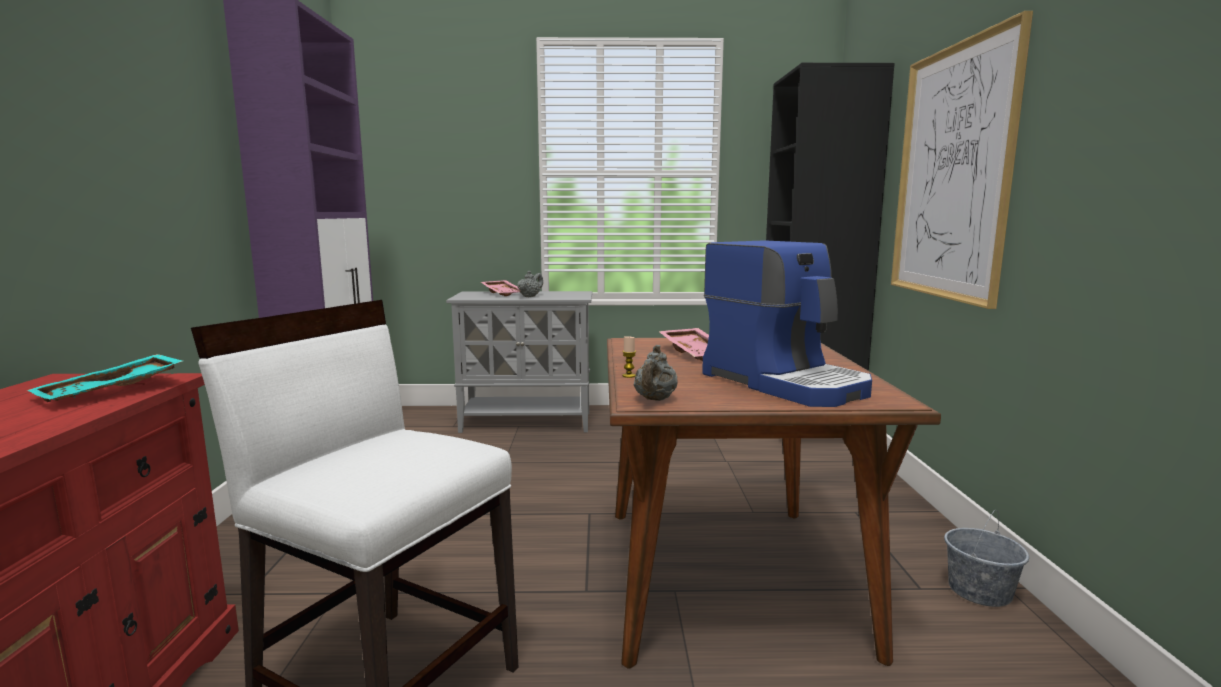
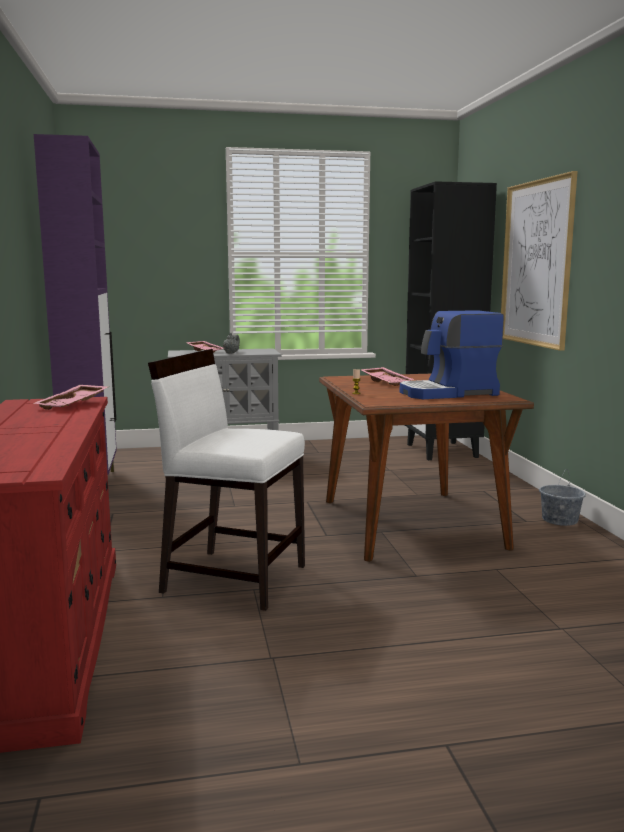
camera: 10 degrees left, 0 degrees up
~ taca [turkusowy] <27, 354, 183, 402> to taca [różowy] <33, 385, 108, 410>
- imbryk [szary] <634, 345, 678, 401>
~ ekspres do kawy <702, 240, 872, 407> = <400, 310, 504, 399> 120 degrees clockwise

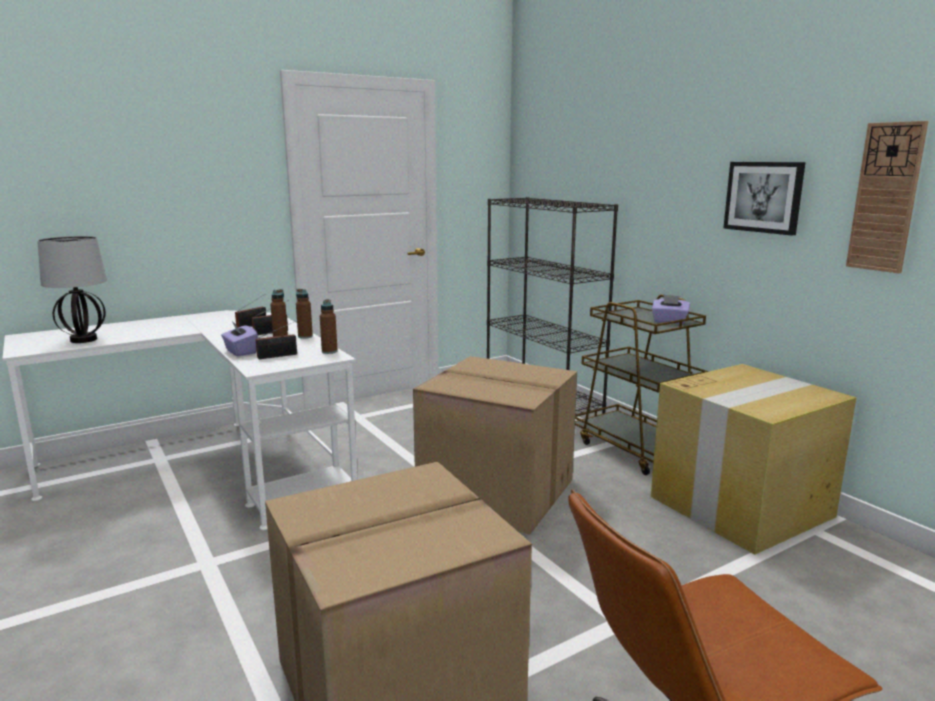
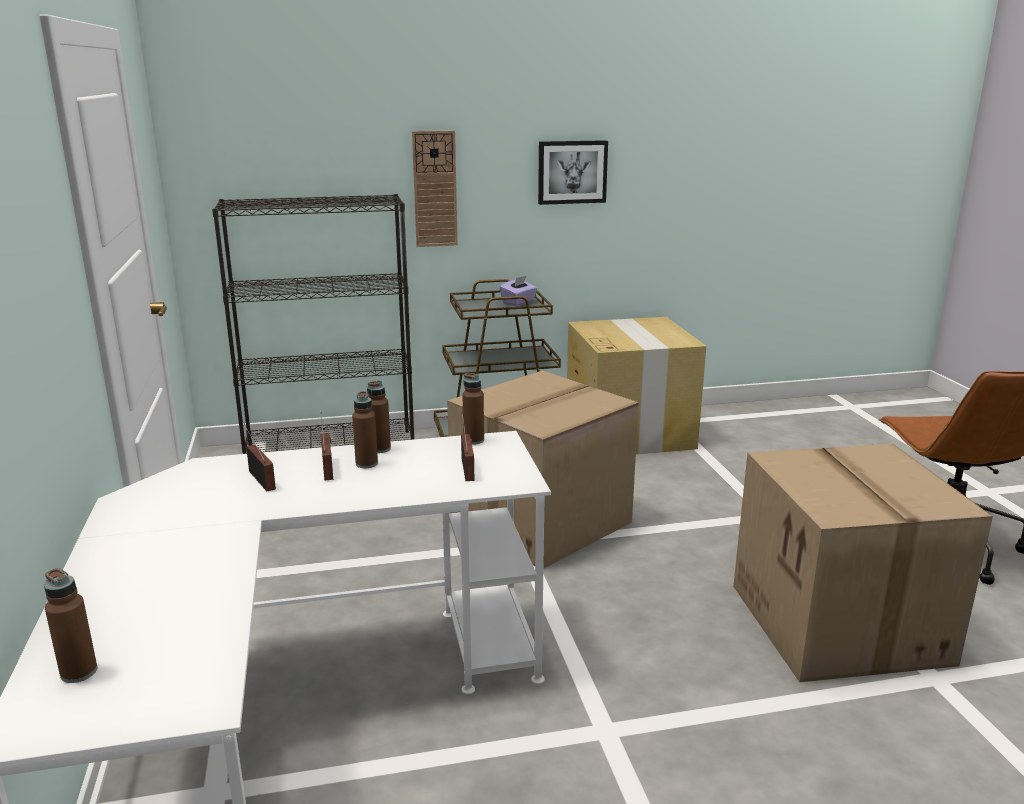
camera: 70 degrees left, 5 degrees up
- lampa stołowa <37, 236, 107, 343>
- pudełko chusteczek [fioletowy] <221, 320, 258, 356>
~ zegar ścienny <846, 121, 929, 273> to <412, 130, 458, 247>
+ butelka [brązowy] <44, 568, 97, 683>

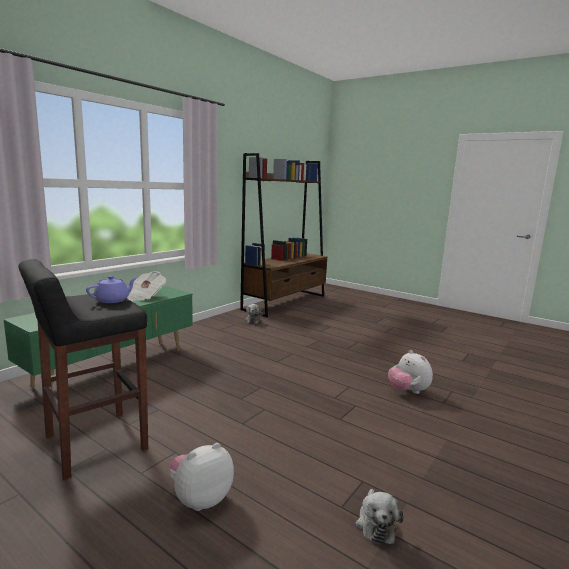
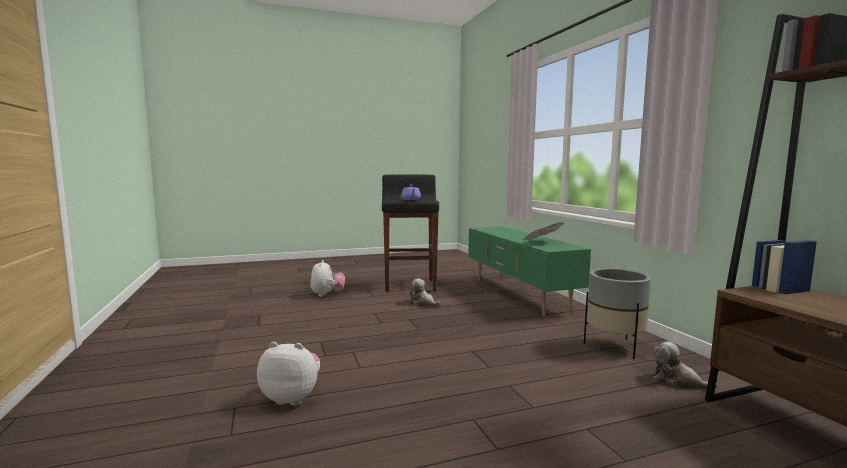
camera: 125 degrees right, 5 degrees down
~ pluszak <355, 489, 403, 544> to <408, 279, 441, 307>
+ donica [szary] <584, 268, 651, 359>

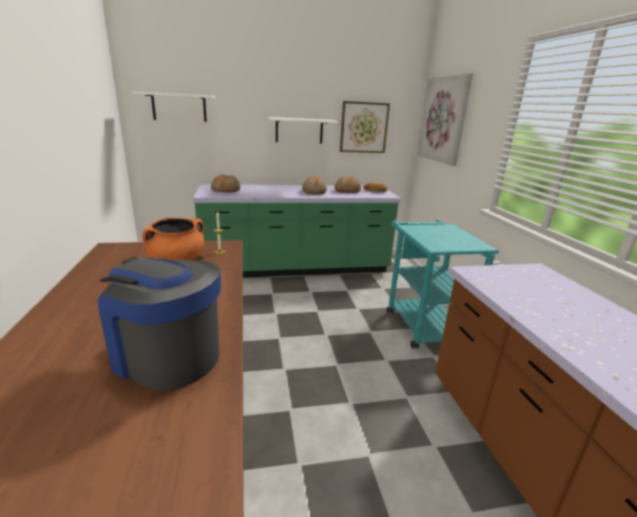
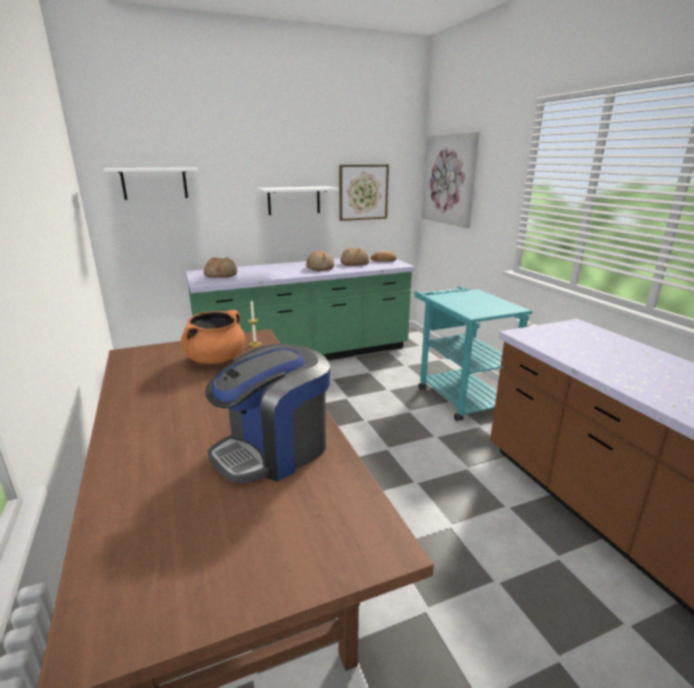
camera: 10 degrees left, 0 degrees up
~ ekspres do kawy <98, 257, 221, 391> = <205, 344, 330, 483> 60 degrees counterclockwise

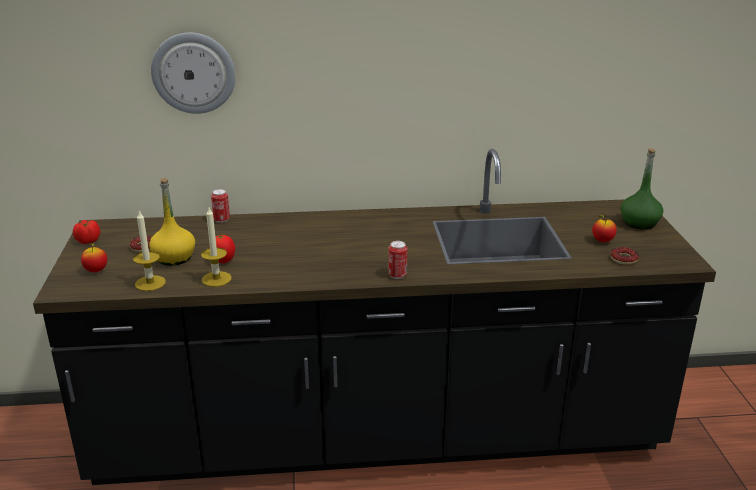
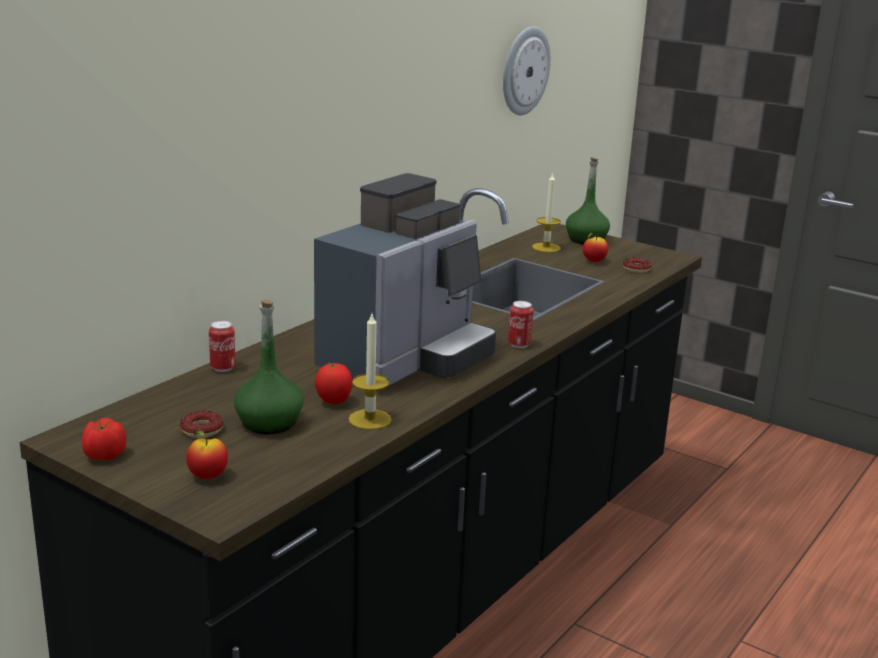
camera: 50 degrees left, 5 degrees down
~ świeca <133, 210, 166, 291> to <532, 172, 561, 252>
~ butelka [żółty] <149, 178, 195, 266> to butelka [zielony] <234, 299, 304, 434>
~ zegar ścienny <151, 33, 236, 114> to <503, 26, 551, 115>
+ ekspres do kawy <314, 173, 496, 386>

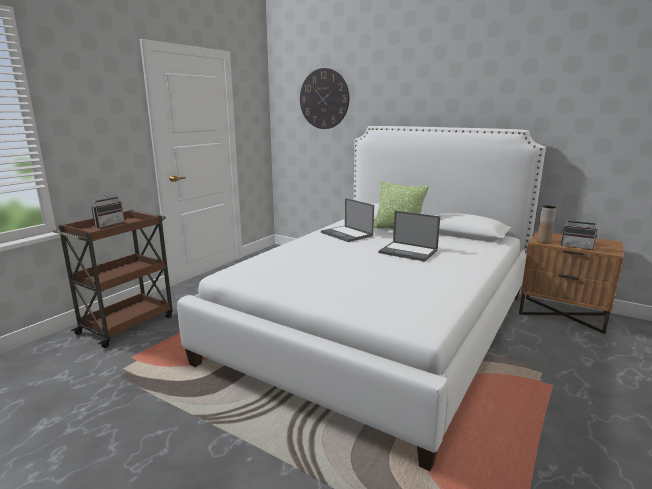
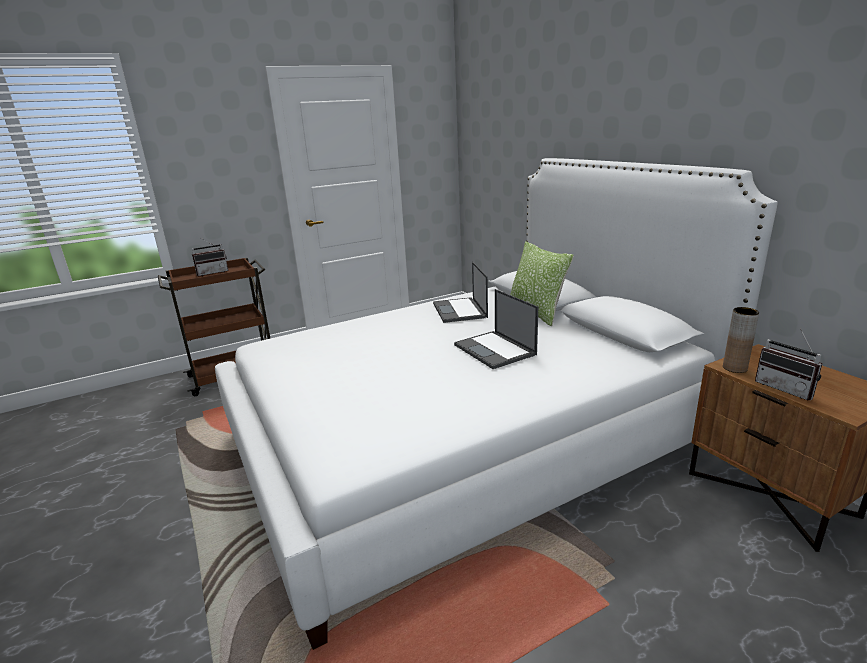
camera: 30 degrees right, 5 degrees up
- zegar ścienny <300, 68, 349, 129>

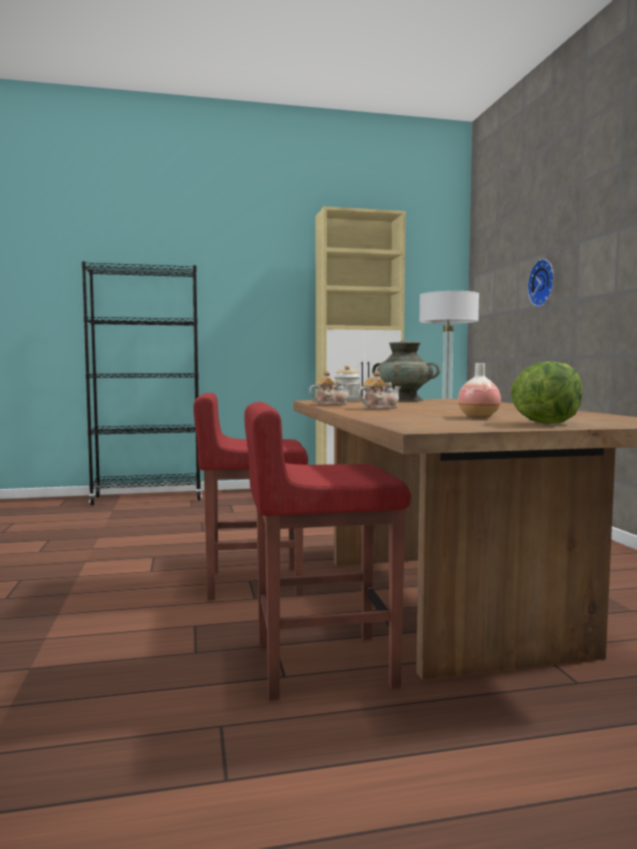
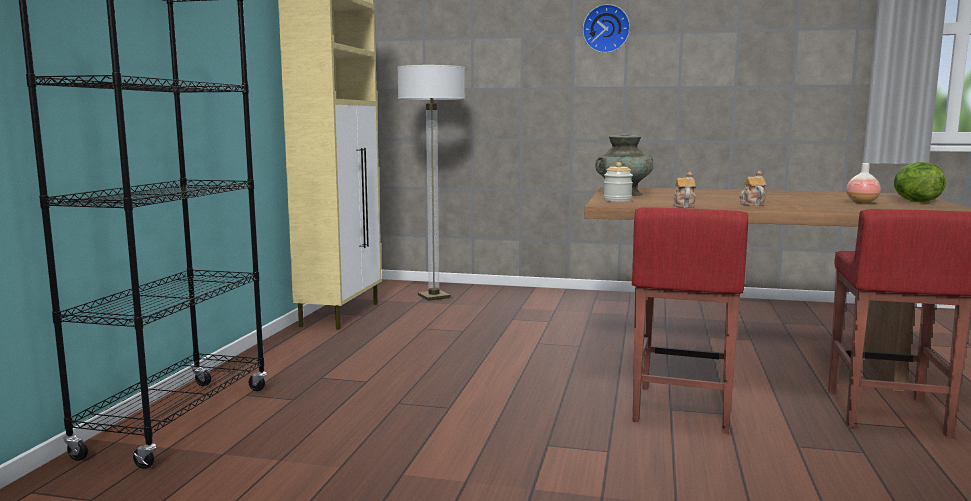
camera: 65 degrees left, 5 degrees up
~ zegar ścienny <527, 259, 554, 307> to <582, 4, 630, 53>

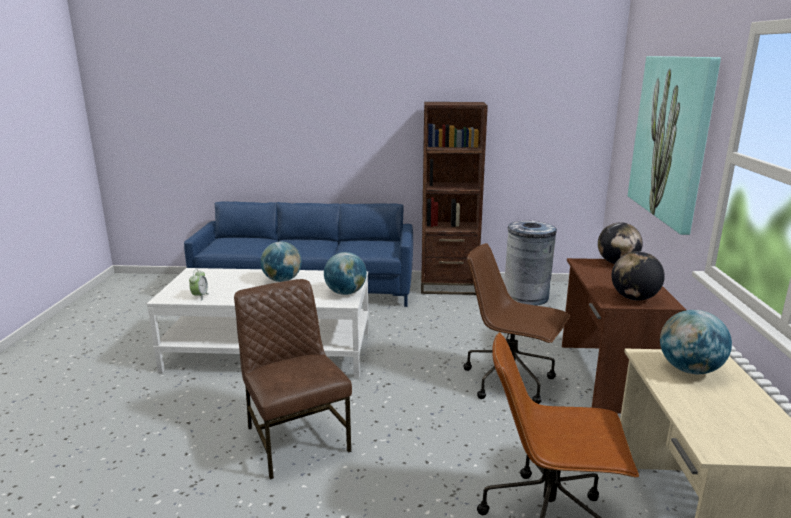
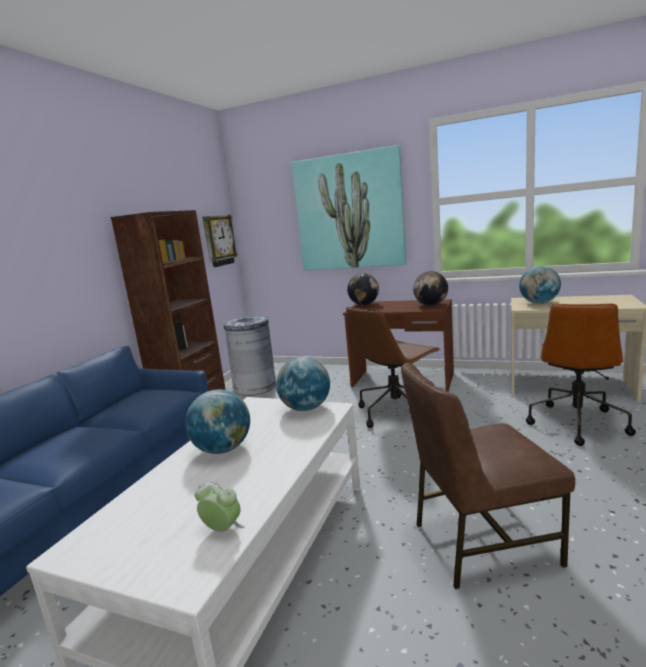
camera: 70 degrees left, 5 degrees down
+ zegar ścienny <202, 215, 238, 267>

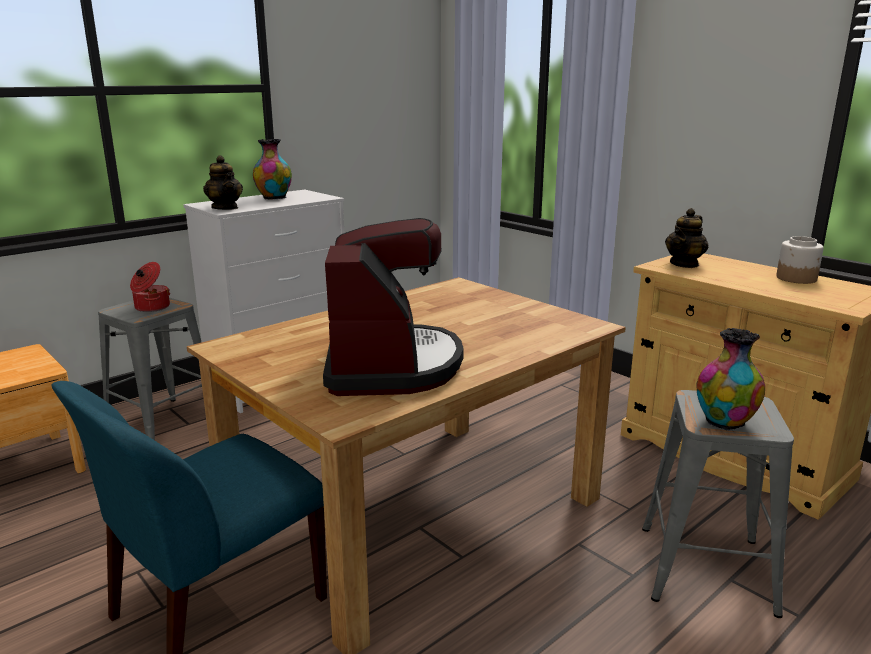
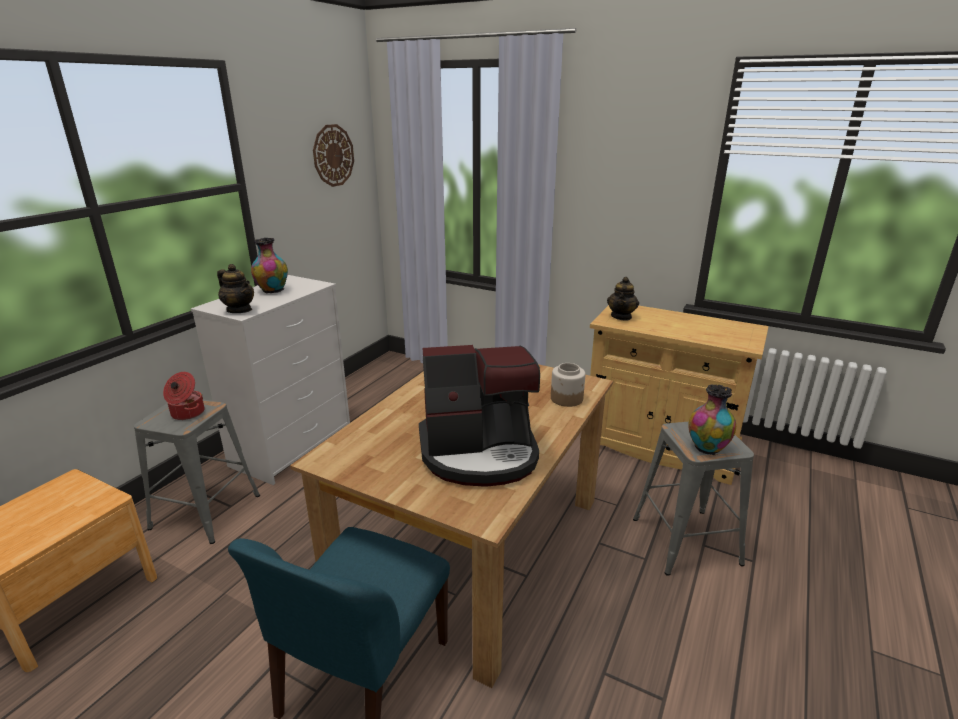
camera: 20 degrees left, 5 degrees up
~ ekspres do kawy <323, 218, 464, 396> = <419, 345, 540, 487> 105 degrees clockwise
~ słoik <776, 236, 824, 284> to <551, 363, 585, 407>
+ zegar ścienny <313, 124, 354, 187>

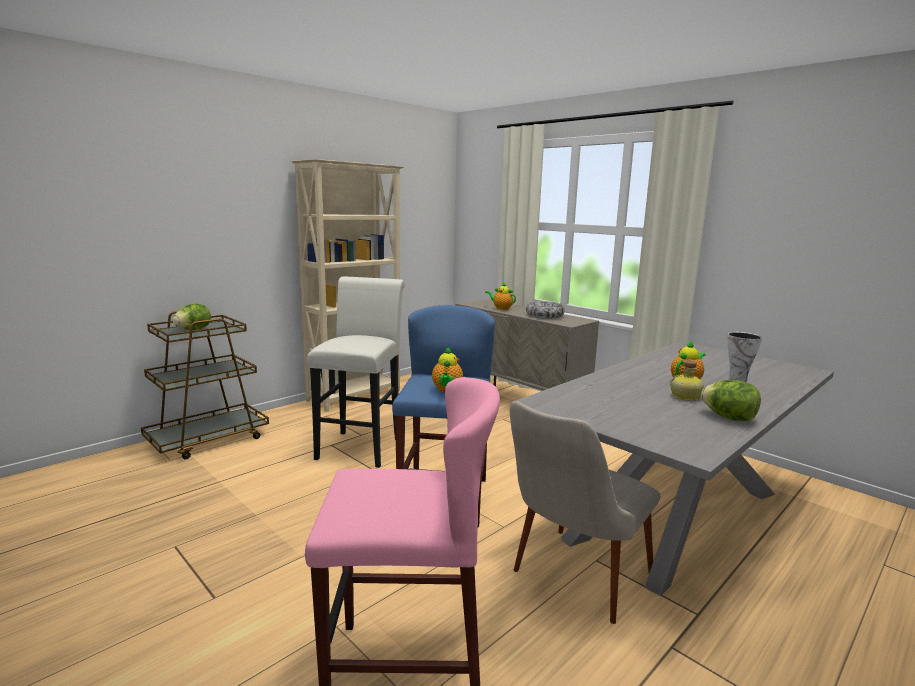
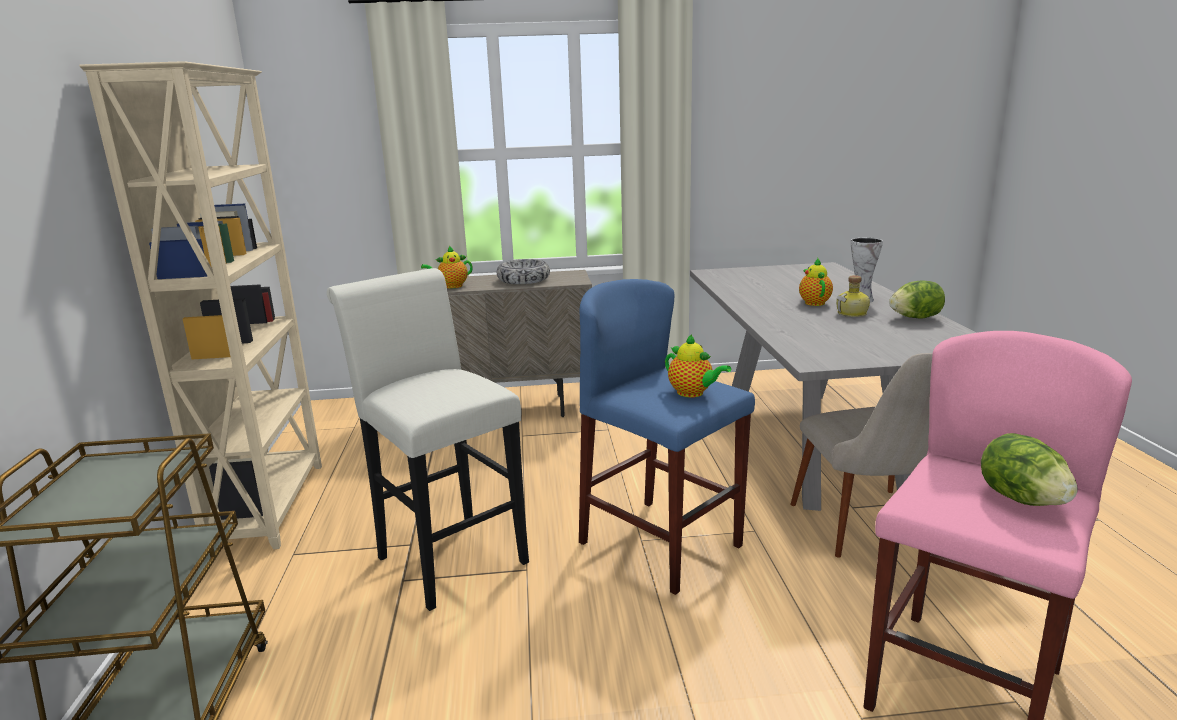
camera: 50 degrees left, 5 degrees up
~ sałata <172, 304, 211, 330> to <981, 433, 1078, 506>

